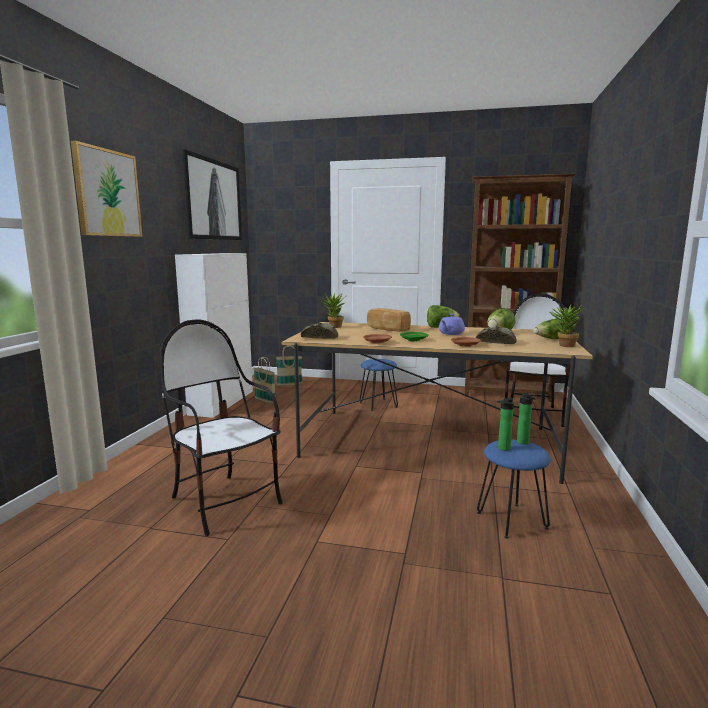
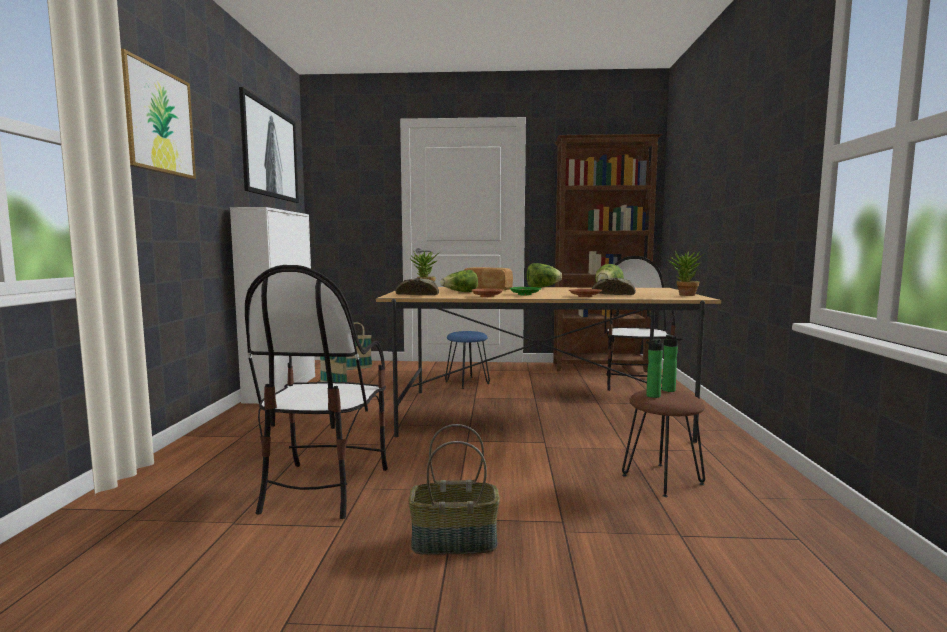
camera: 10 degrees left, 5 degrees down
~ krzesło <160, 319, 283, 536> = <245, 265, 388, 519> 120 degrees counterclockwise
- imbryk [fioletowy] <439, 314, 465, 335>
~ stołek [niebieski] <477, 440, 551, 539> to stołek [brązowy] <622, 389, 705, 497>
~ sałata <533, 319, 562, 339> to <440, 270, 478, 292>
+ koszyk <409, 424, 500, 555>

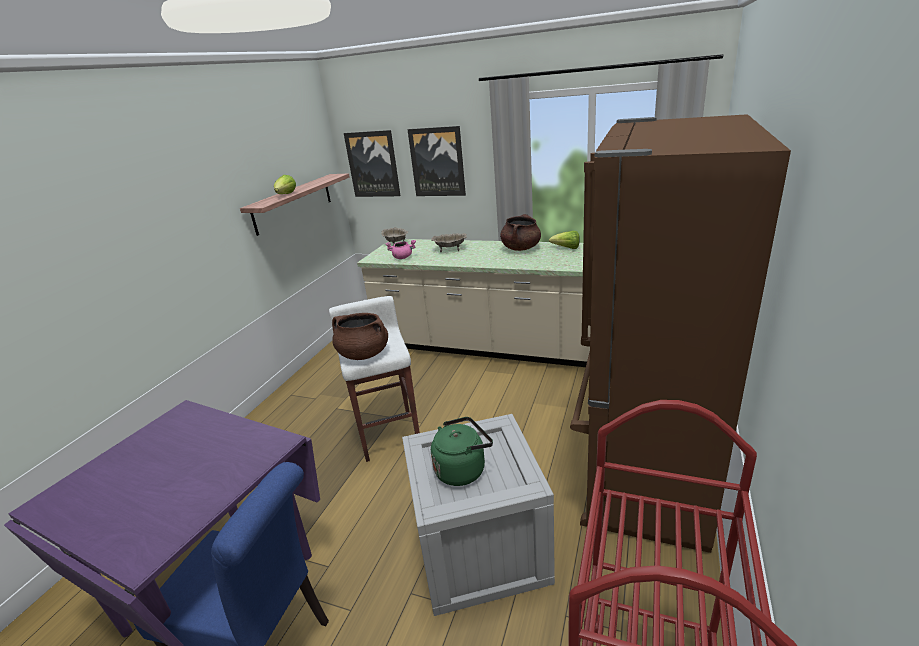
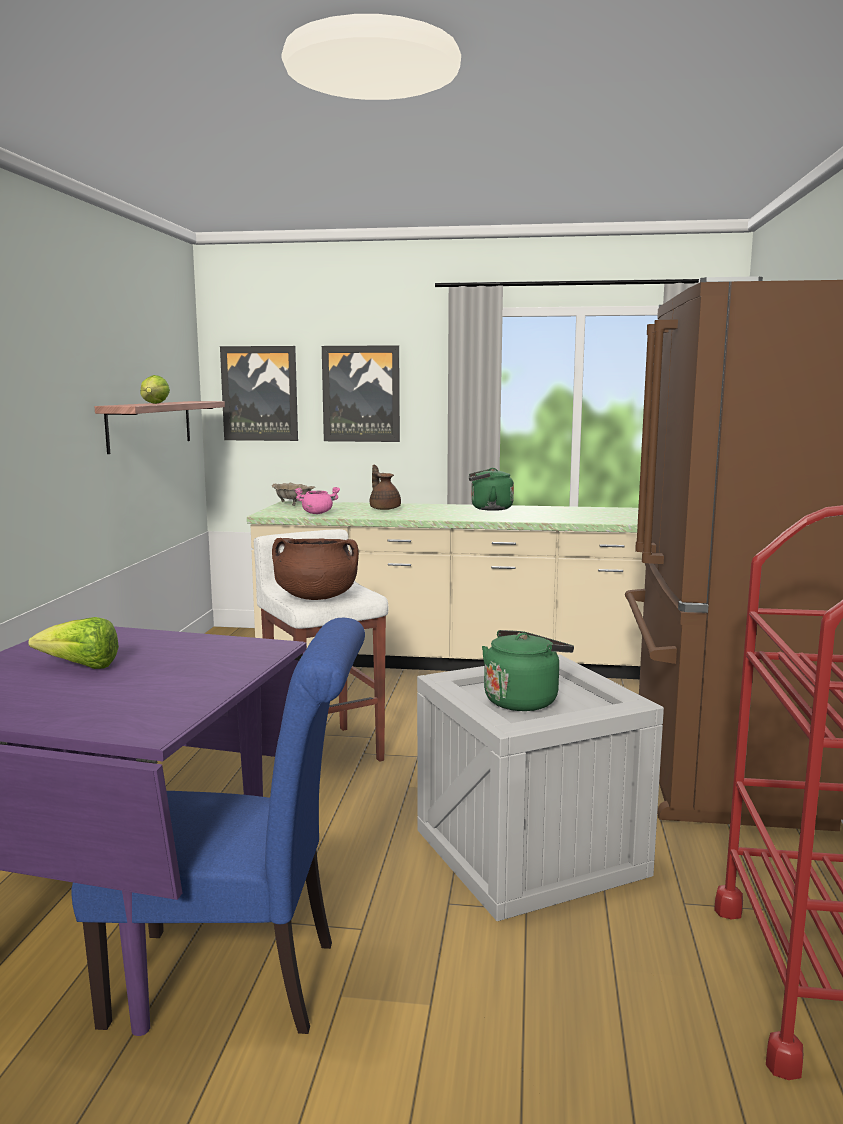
camera: 15 degrees left, 15 degrees down
~ miska [beżowy] <431, 233, 467, 252> to imbryk [brązowy] <370, 465, 401, 510>
~ garnek [brązowy] <500, 214, 541, 251> to czajnik [zielony] <469, 468, 514, 511>
~ sałata <549, 231, 580, 249> to <29, 617, 119, 669>

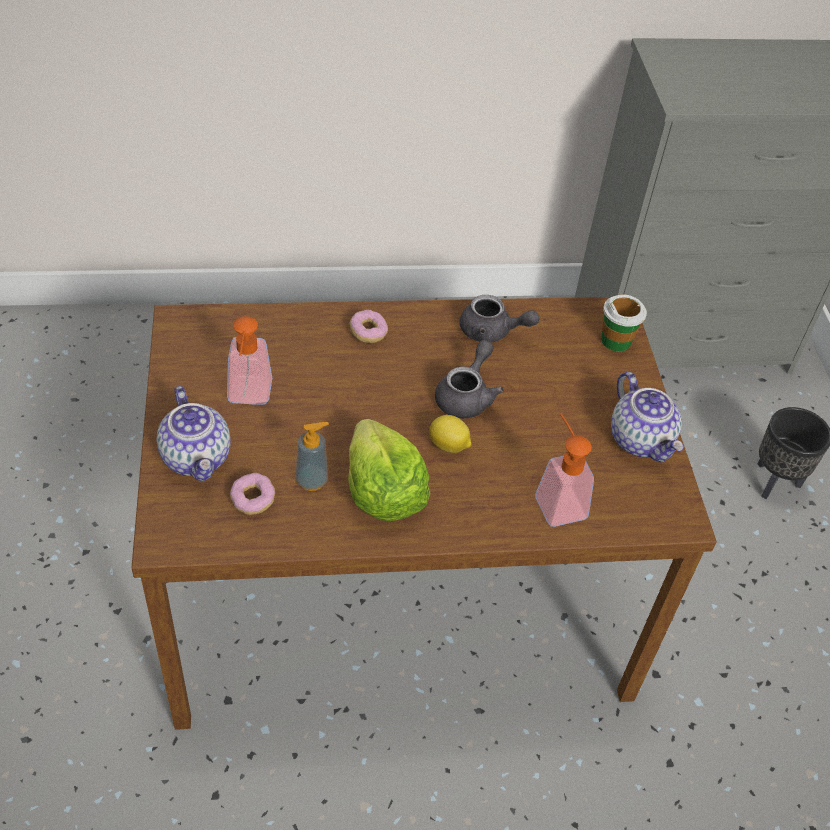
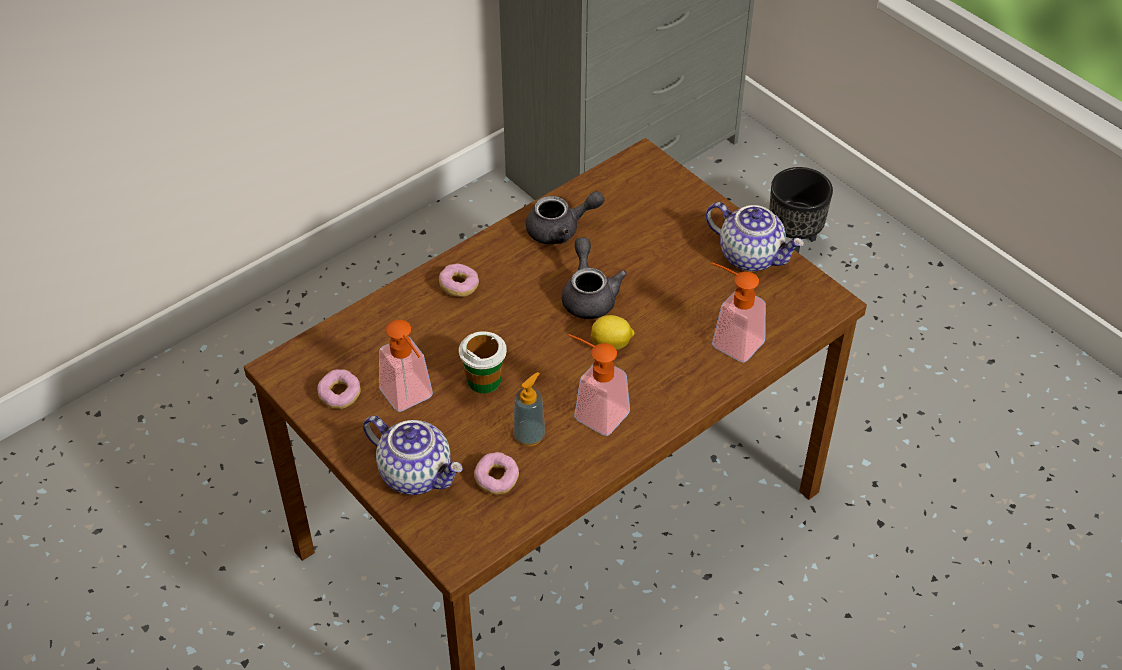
camera: 30 degrees left, 0 degrees up
~ sałata <348, 419, 430, 521> to dozownik mydła <568, 334, 630, 436>
~ filiżanka <601, 294, 647, 351> to <459, 331, 507, 393>
+ donut <317, 369, 361, 409>

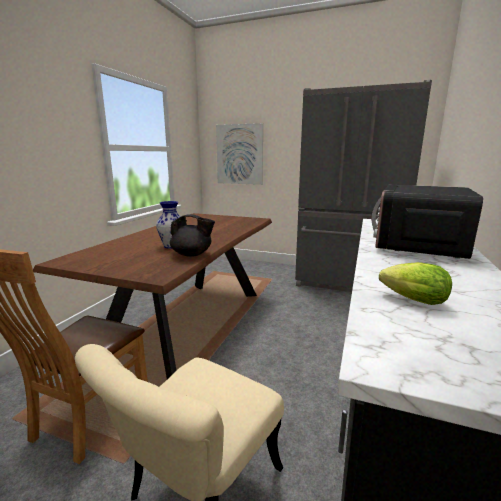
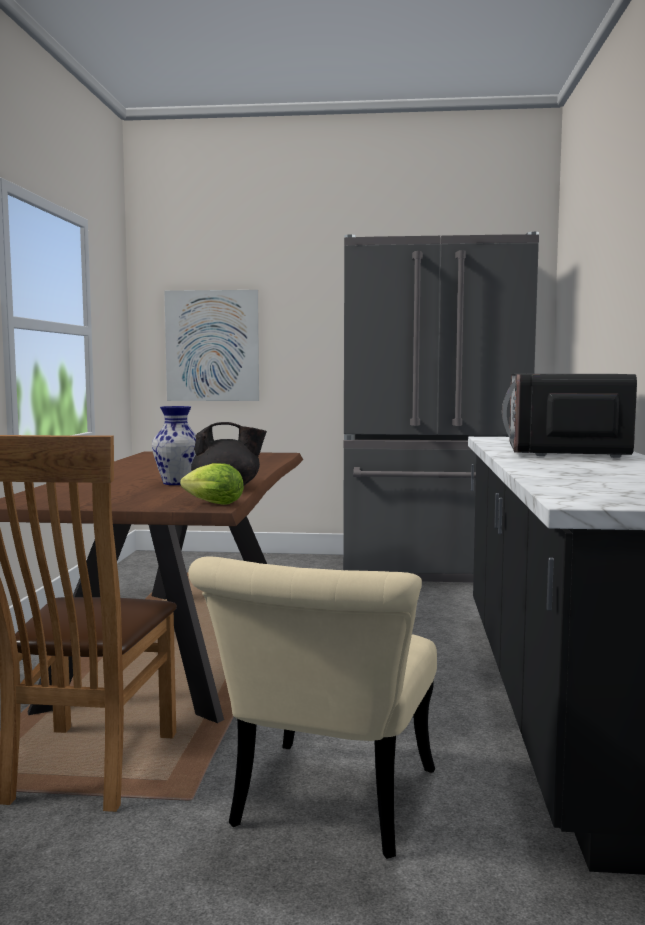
camera: 15 degrees left, 10 degrees down
~ sałata <379, 262, 452, 305> to <180, 463, 244, 505>

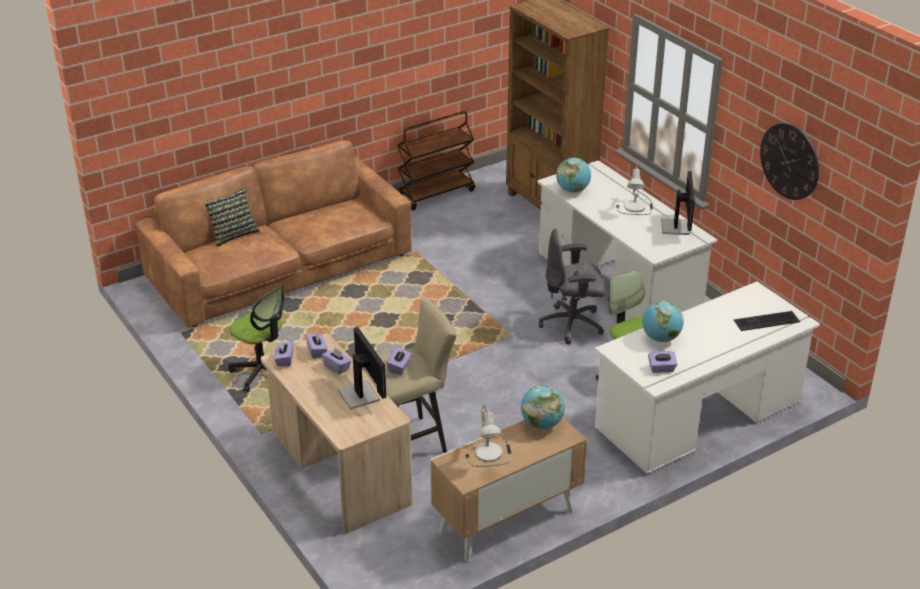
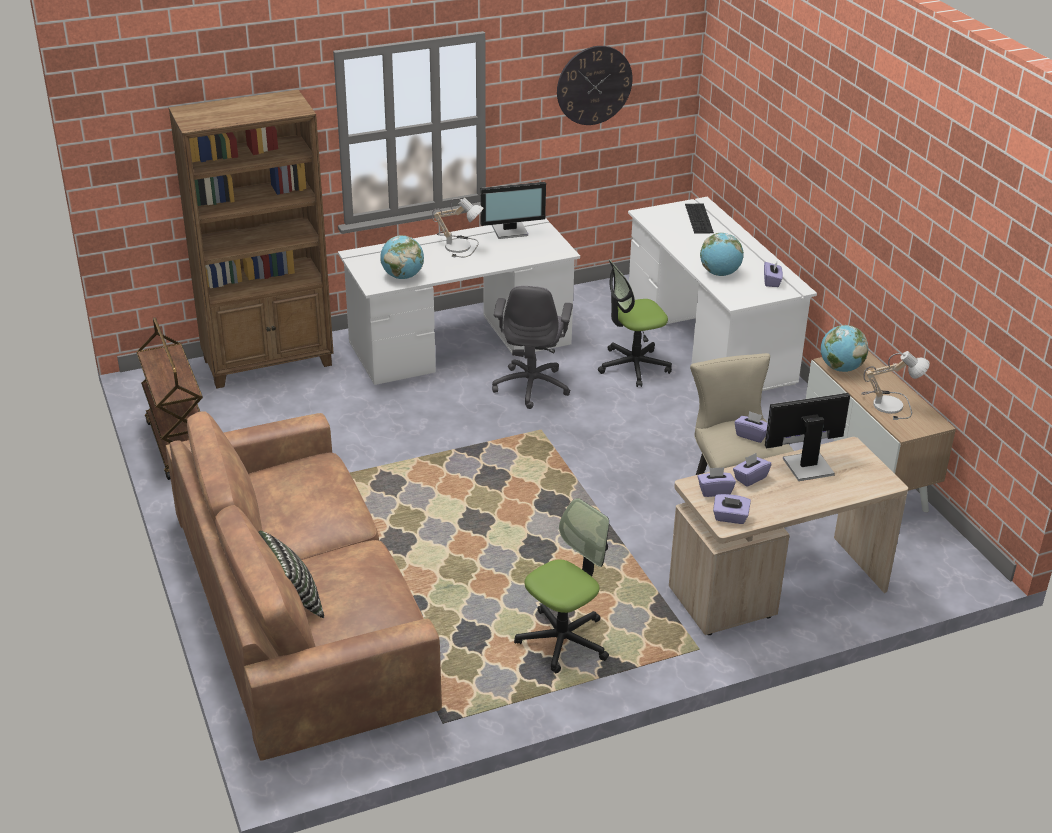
camera: 80 degrees left, 0 degrees up
~ monitor <661, 171, 695, 235> = <480, 182, 546, 239> 150 degrees clockwise

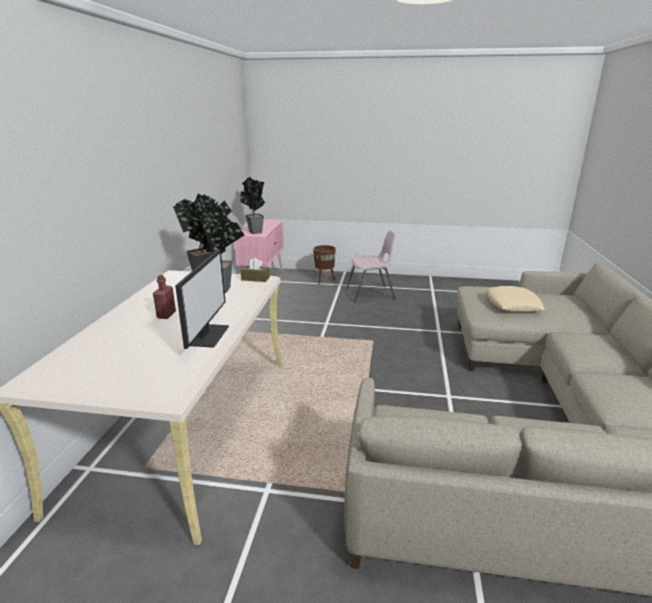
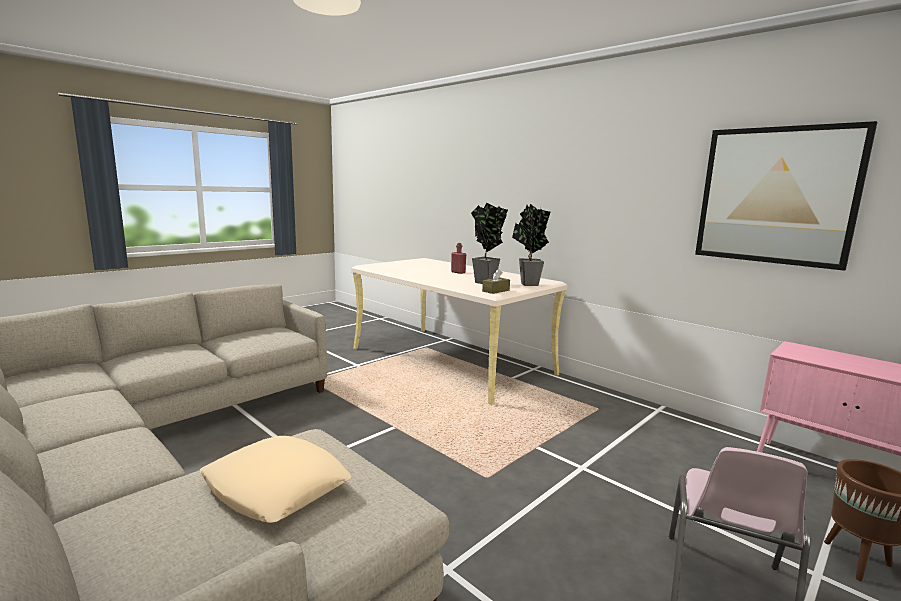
camera: 125 degrees right, 10 degrees down
- monitor <175, 249, 229, 349>
- roślina doniczkowa <240, 177, 265, 234>
+ obraz <695, 121, 877, 271>

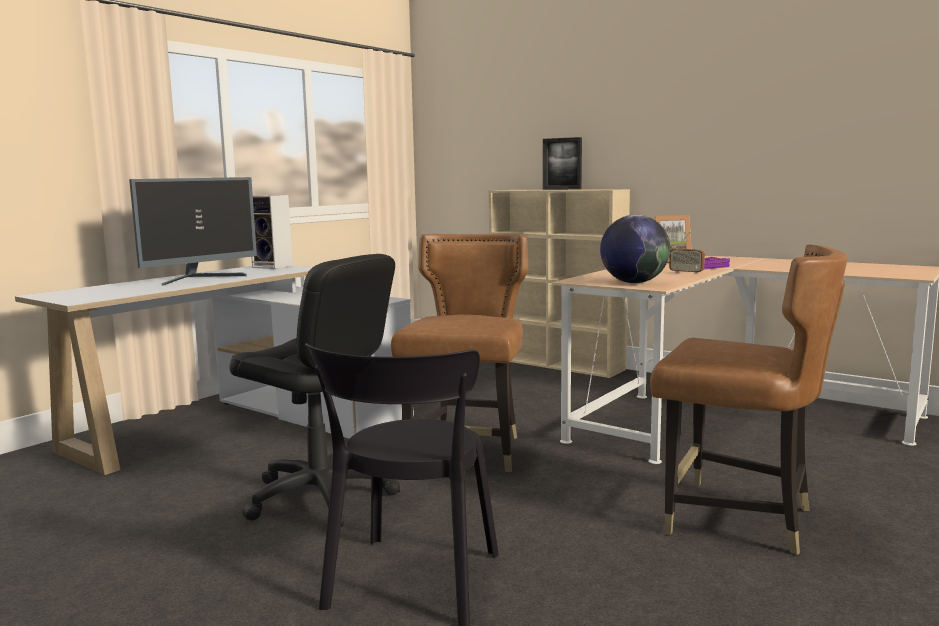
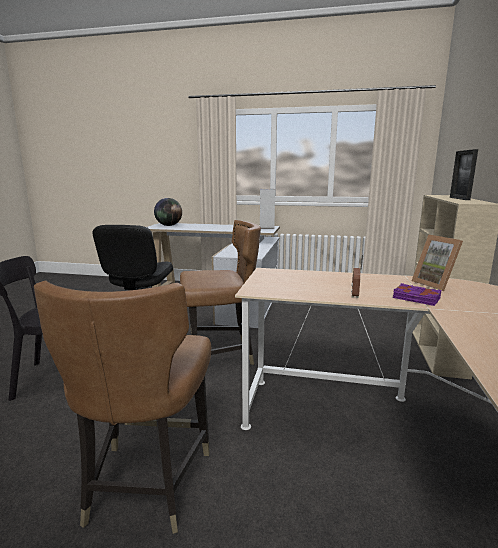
camera: 65 degrees right, 5 degrees up
- monitor <129, 177, 257, 286>
~ globus <600, 215, 670, 283> to <154, 198, 182, 226>

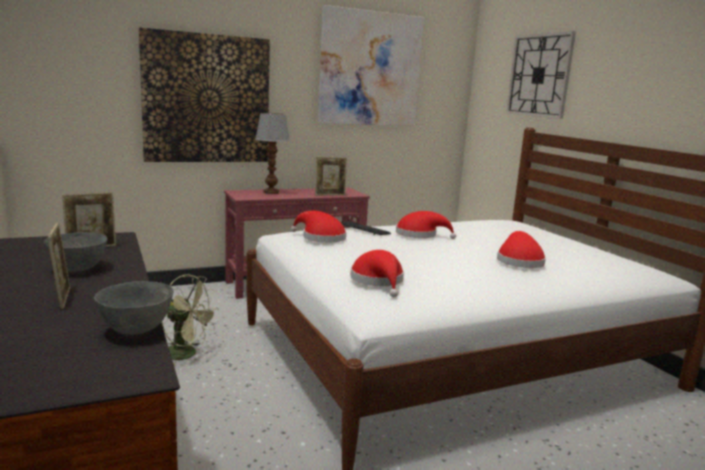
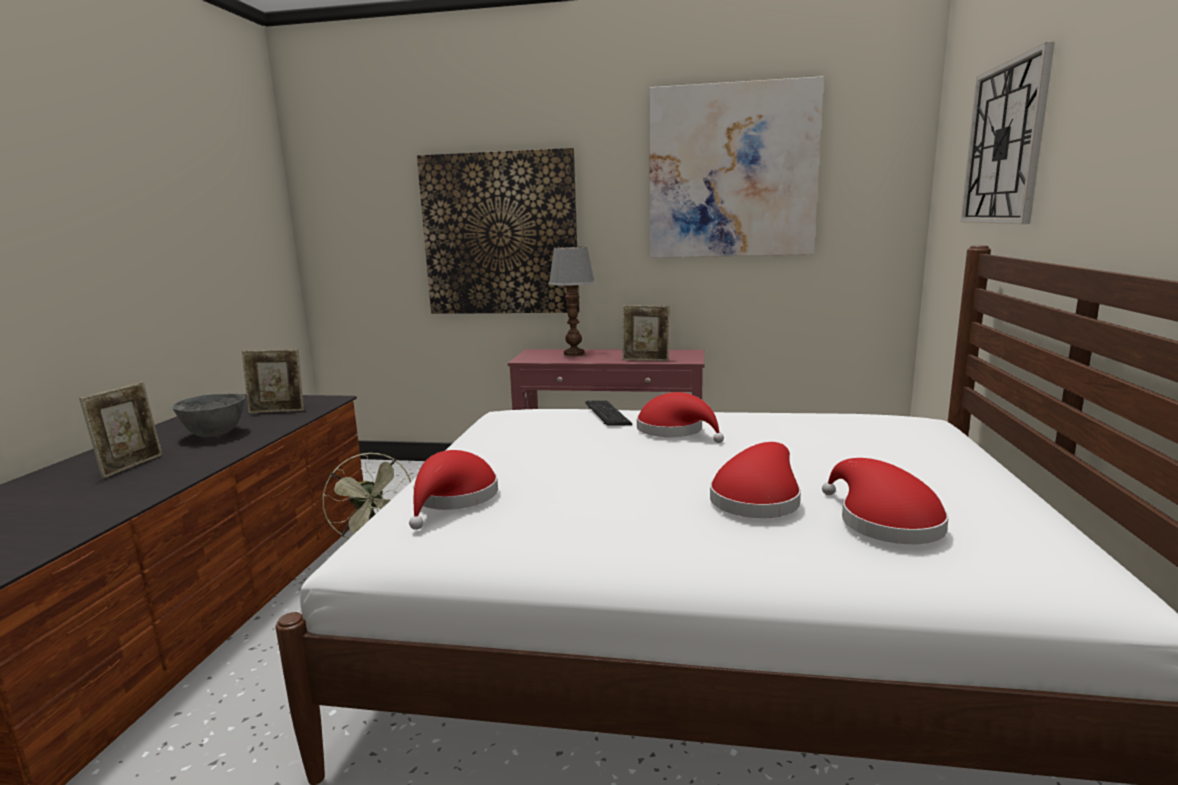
camera: 35 degrees right, 0 degrees up
- miska [szary] <94, 281, 174, 335>
~ kapelusz [czerwony] <291, 211, 346, 243> to <822, 458, 949, 544>

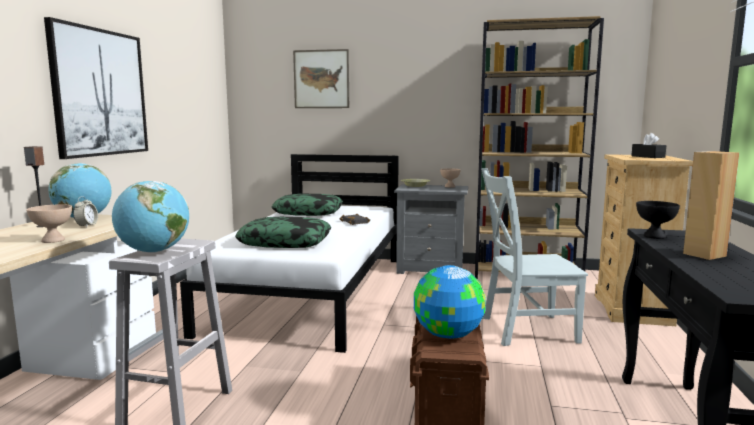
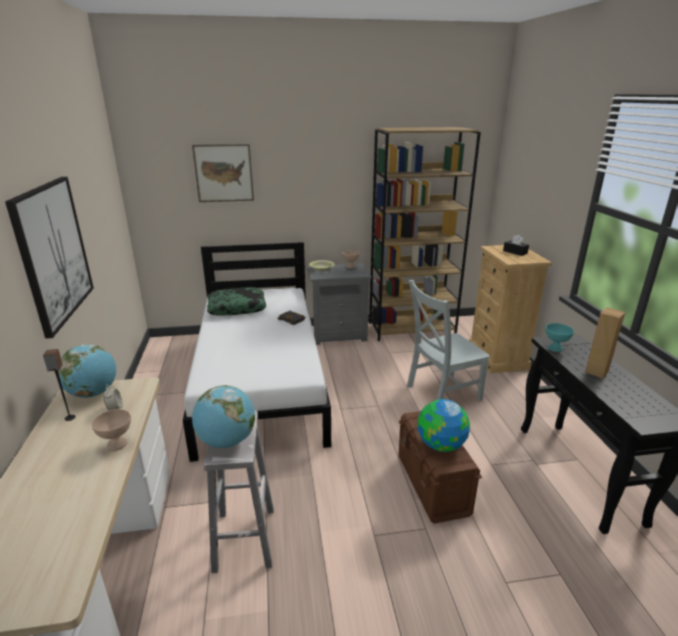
camera: 20 degrees left, 15 degrees up
- poduszka <235, 217, 331, 248>
~ miska [czarny] <636, 201, 680, 239> to miska [turkusowy] <546, 323, 574, 352>

